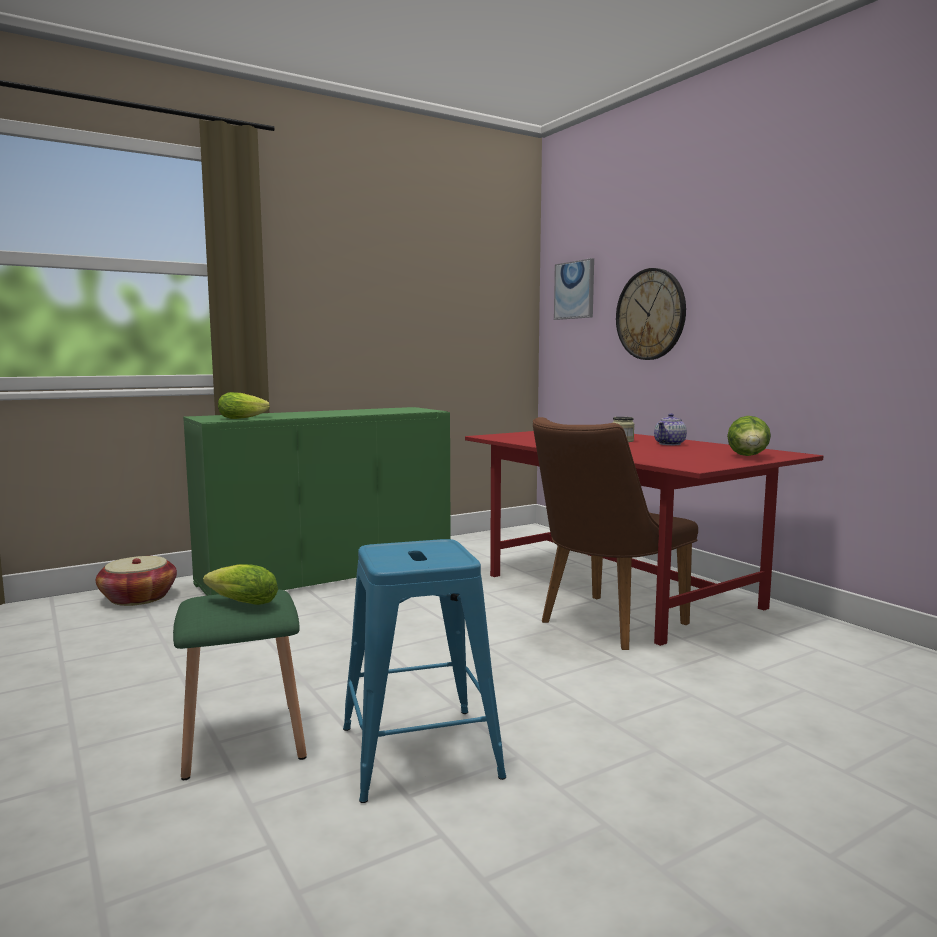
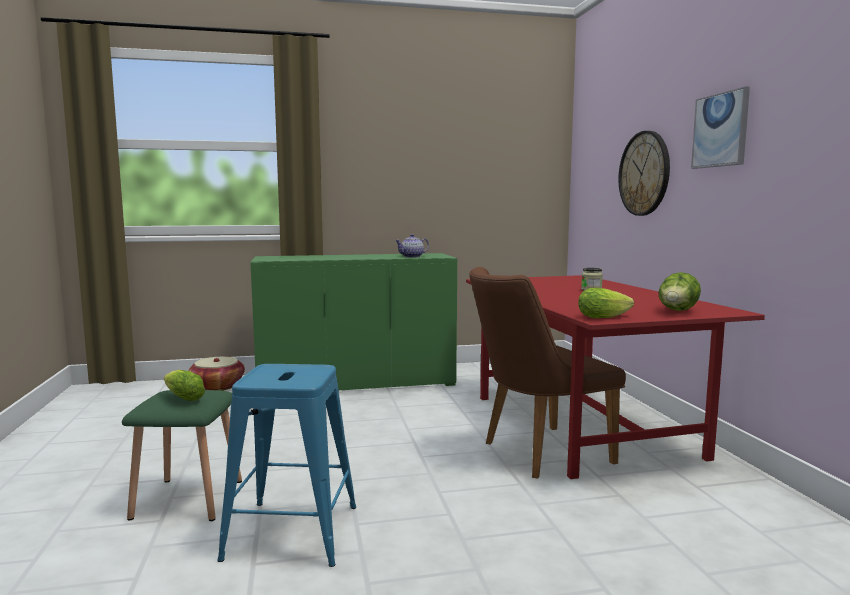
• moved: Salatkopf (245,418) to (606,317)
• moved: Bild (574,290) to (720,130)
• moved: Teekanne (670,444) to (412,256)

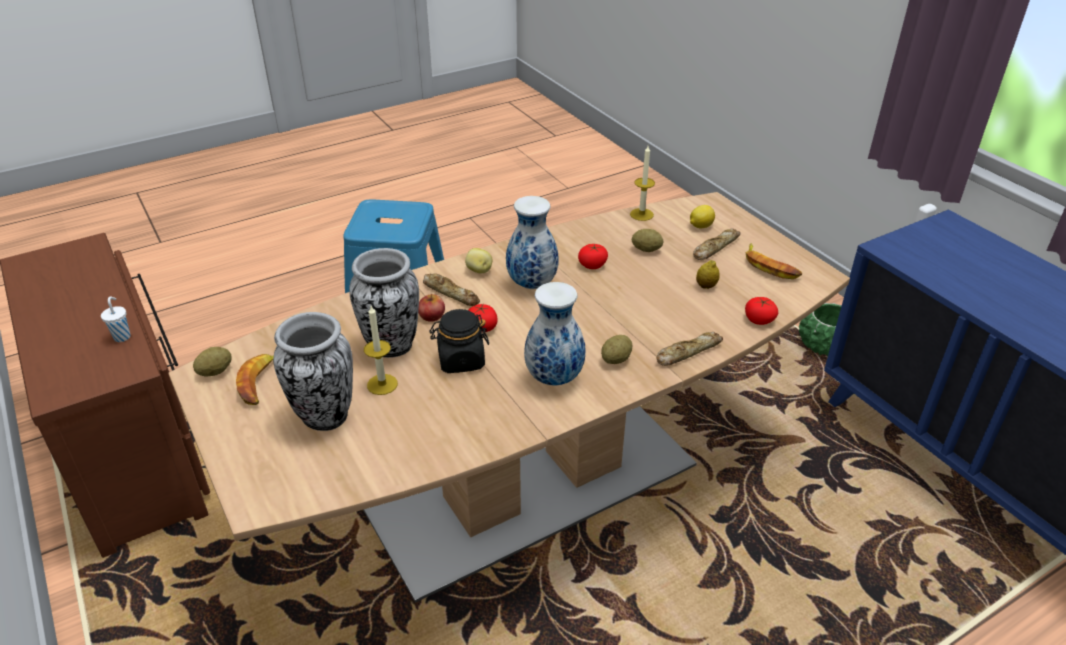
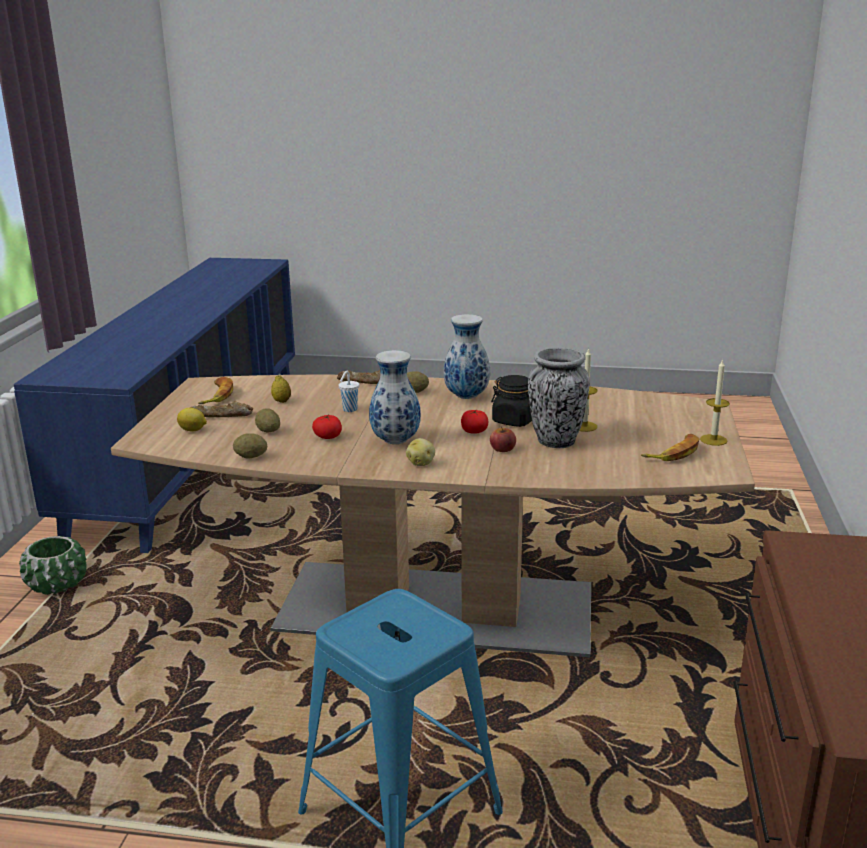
• moved: Tasse [weiß] (122,336) to (349,410)
• moved: Kartoffel (215,372) to (251,457)
• removed: Vase (324,417)
• removed: Brot (451,293)
• moved: Kerze (641,214) to (713,440)
• removed: Tomate (759,319)

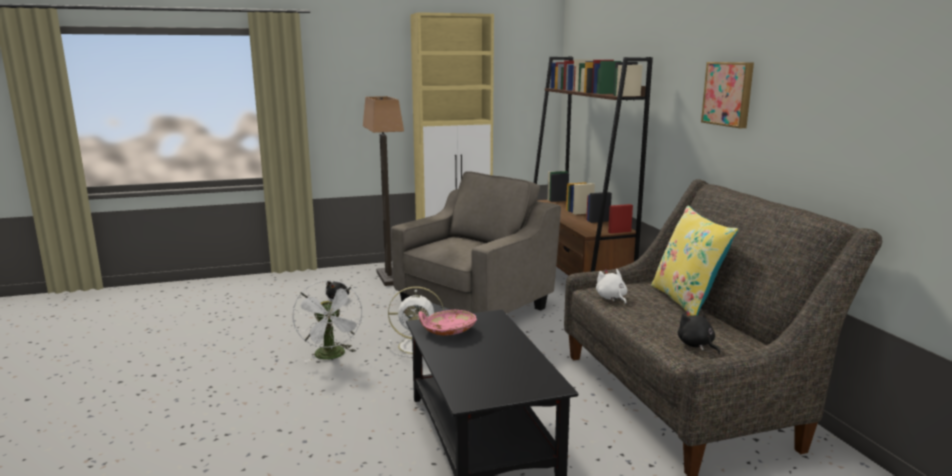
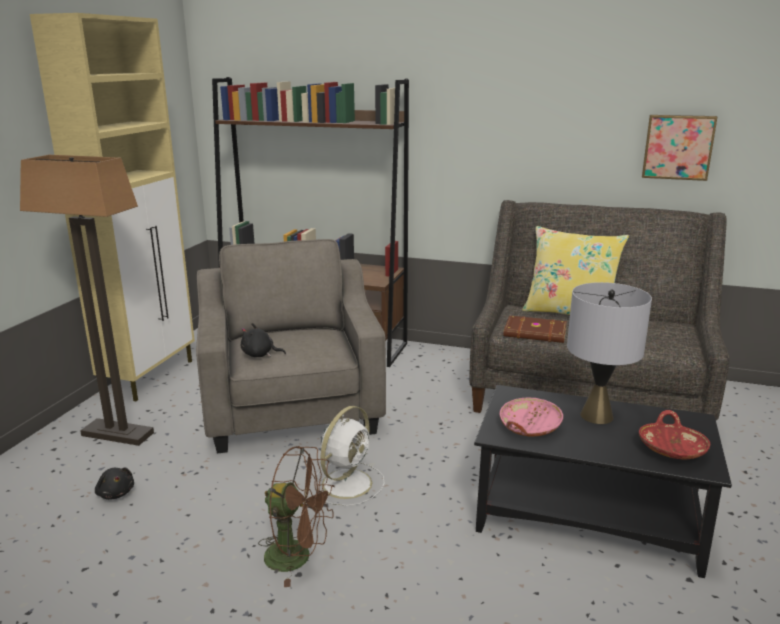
• recoloured: Ventilator [weiß] (332,356) to Ventilator [braun] (298,557)
• replaced: Plüschtier [weiß] (611,298) to Buch [braun] (535,333)
• moved: Plüschtier [schwarz] (696,345) to (260,355)
• moved: Bild (729,94) to (678,147)
• added: Tischlampe [grau] (596,416)
• added: Schüssel [rot] (671,449)

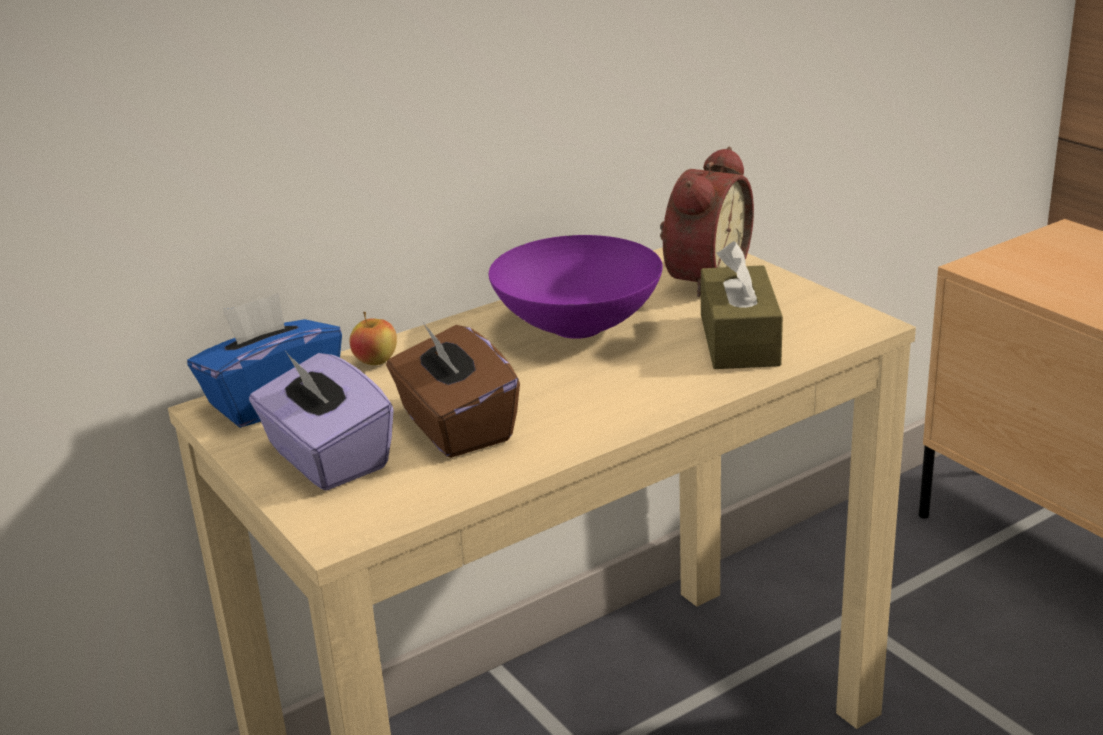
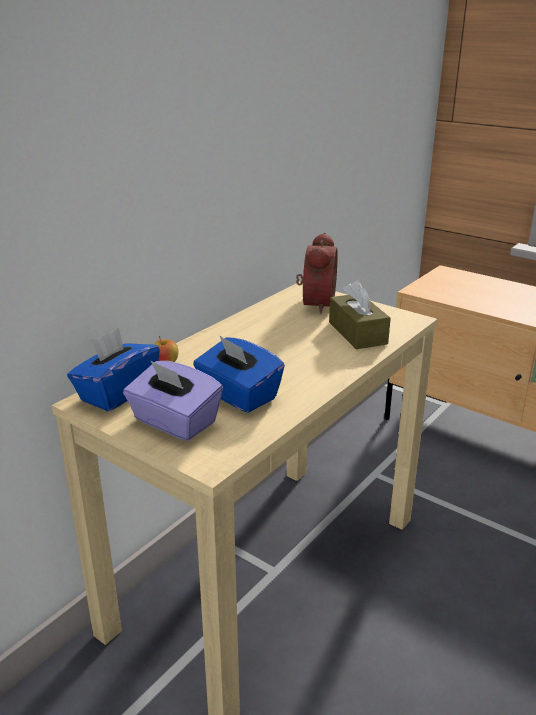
• recoloured: Taschentuchbox [braun] (455,427) to Taschentuchbox [blau] (238,395)
• removed: Schüssel [lila] (580,328)

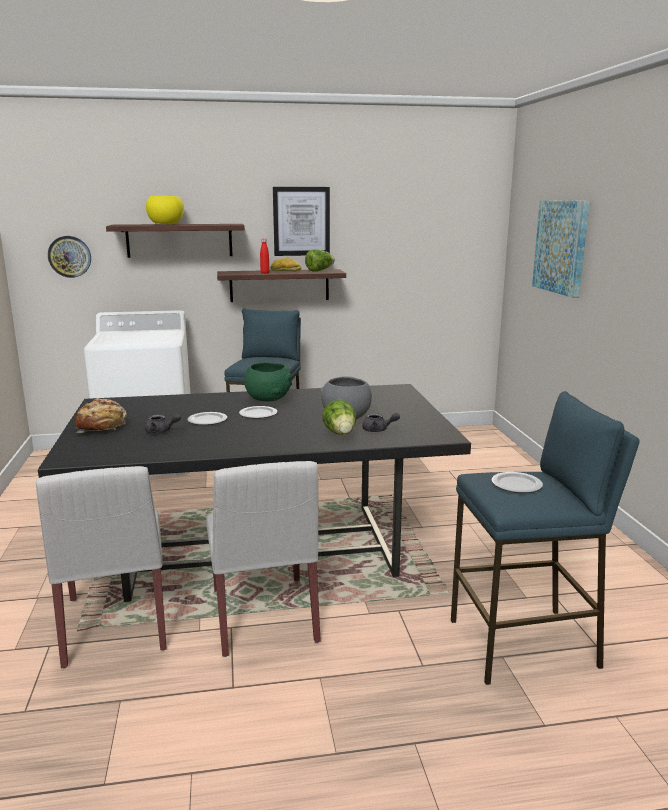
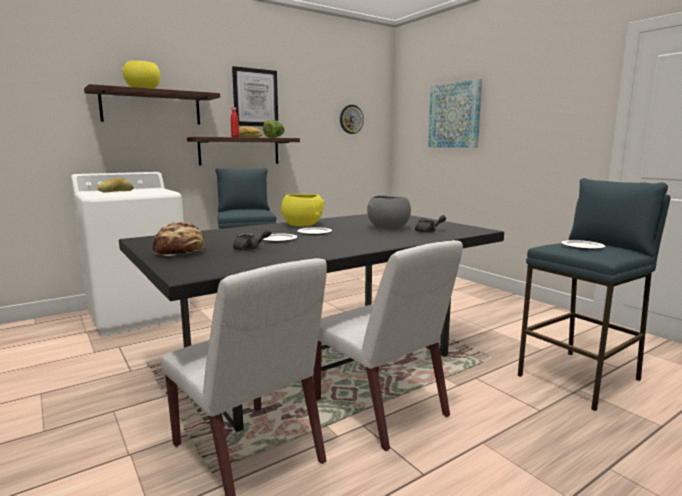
• moved: Wanduhr (69,256) to (351,119)
• recoloured: Schüssel [grün] (269,398) to Schüssel [gelb] (302,225)
• removed: Salatkopf (341,434)
• added: Brot (116,191)

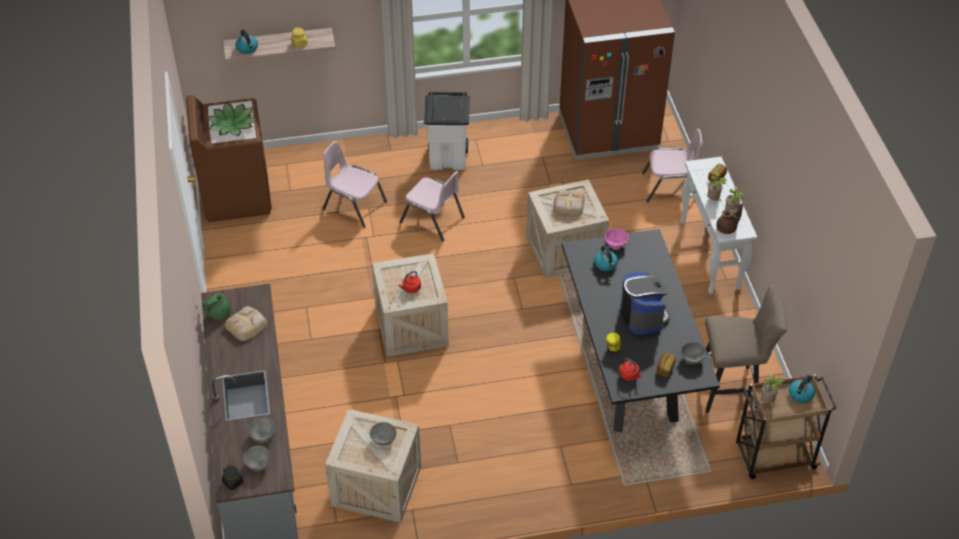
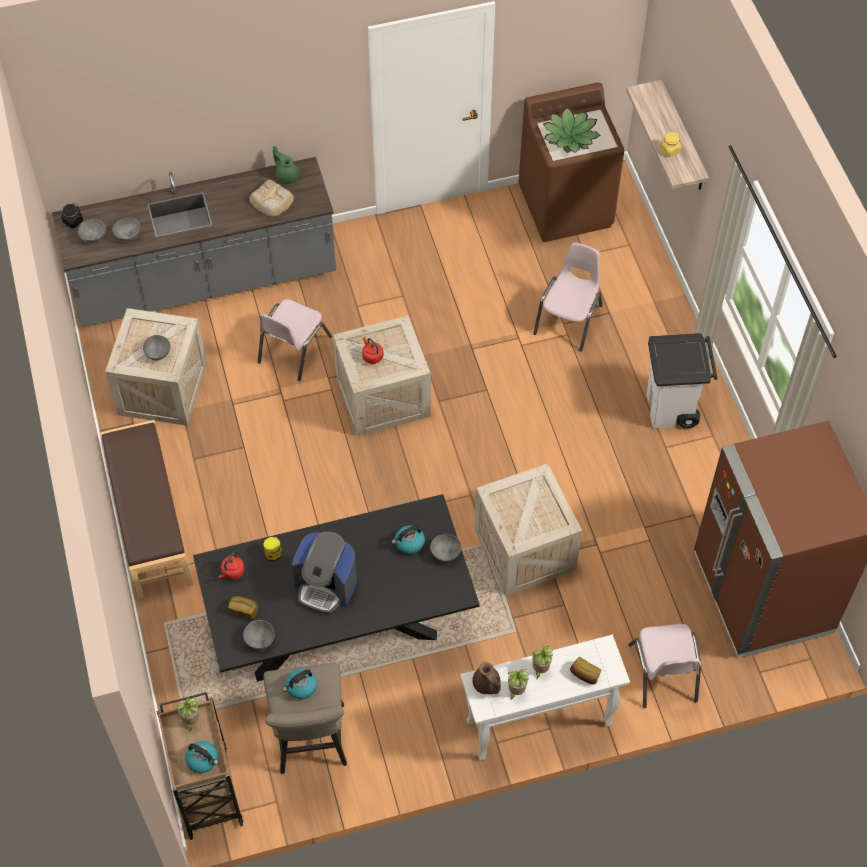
• moved: Wasserkessel (247,48) to (301,687)
• moved: Stuhl [rosa] (432,220) to (293,349)
• removed: Brot (568,205)
• recoloured: Schüssel [rosa] (615,244) to Schüssel [grau] (446,553)
• turned: Kaffeemaschine (643,316) = (326,586) 45 degrees clockwise
• added: Bank [braun] (149,523)

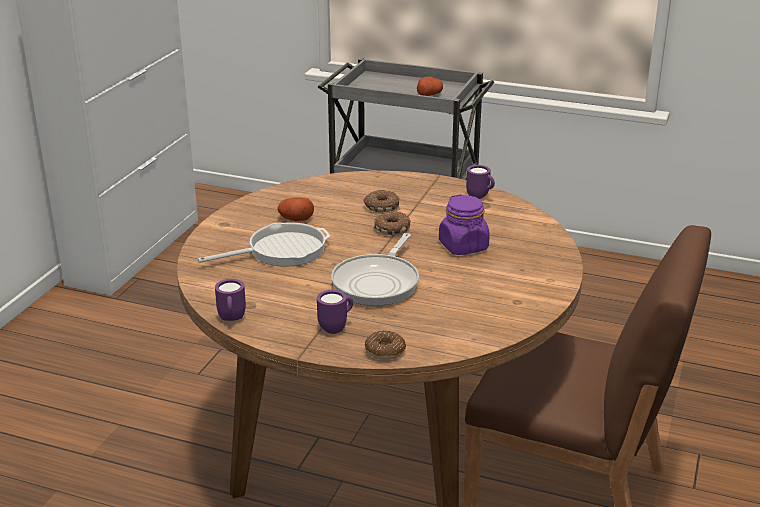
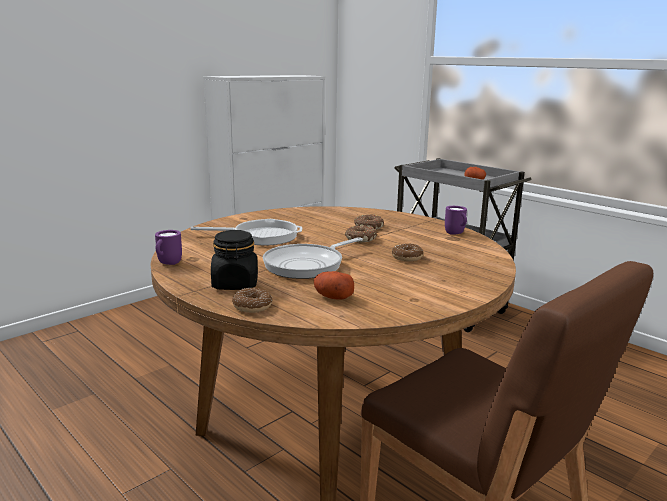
• moved: Kartoffel (295,219) to (332,296)
• replaced: Henkelbecher [lila] (336,328) to Vorratsglas [schwarz] (235,284)
• replaced: Vorratsglas [lila] (463,246) to Donut (407,257)

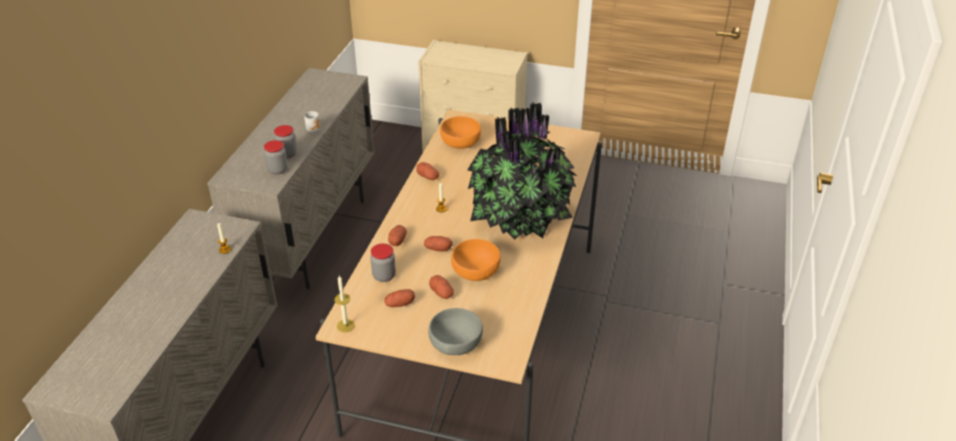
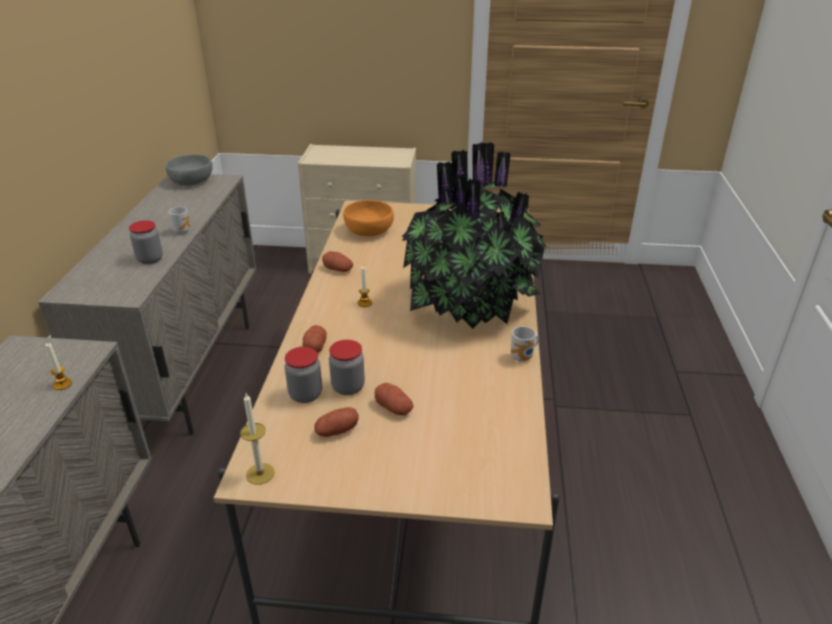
• moved: Vorratsglas (278,170) to (348,387)
• removed: Kartoffel (438,249)
• moved: Schüssel [grau] (456,343) to (192,181)
• removed: Schüssel [orange] (476,270)
• added: Henkelbecher (523,358)

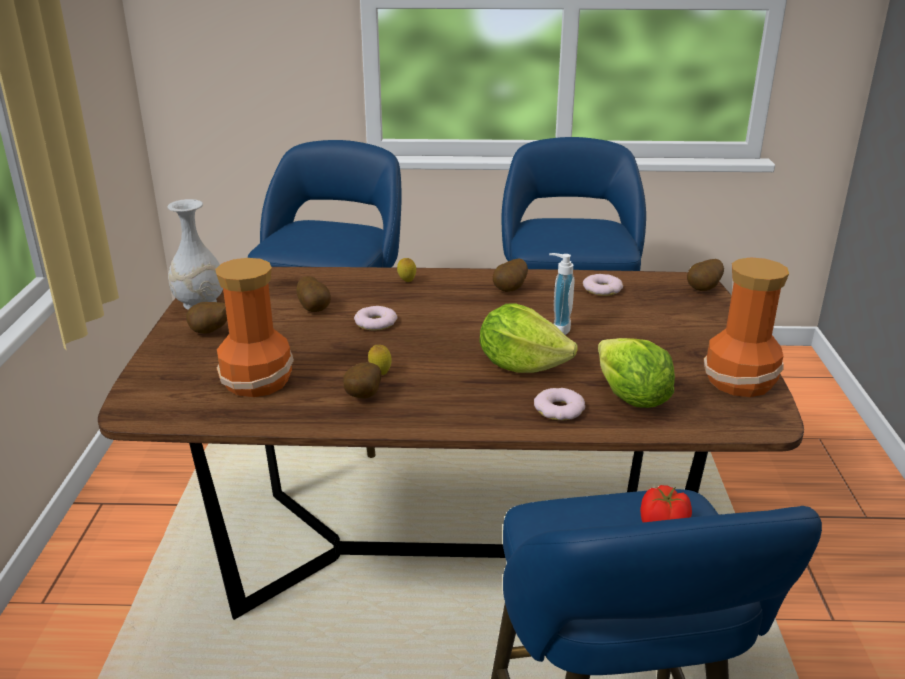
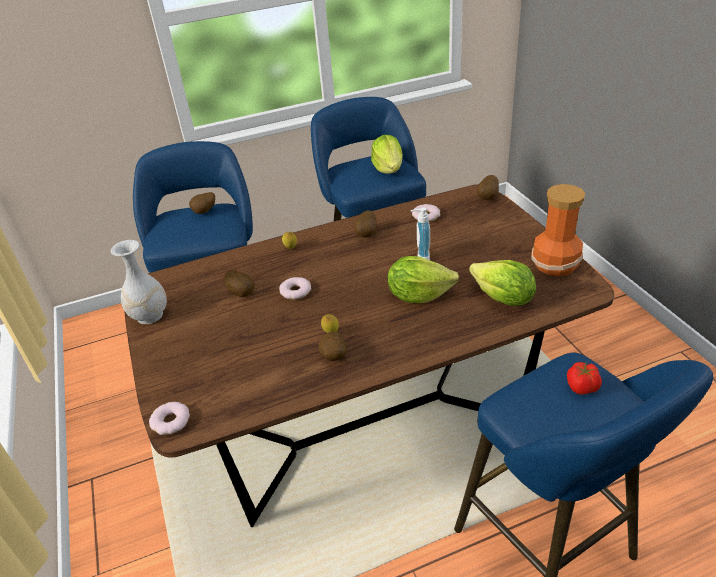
• moved: Kartoffel (210,333) to (205,212)
• removed: Vase (259,381)
• moved: Donut (559,409) to (171,421)
• added: Salatkopf (388,169)

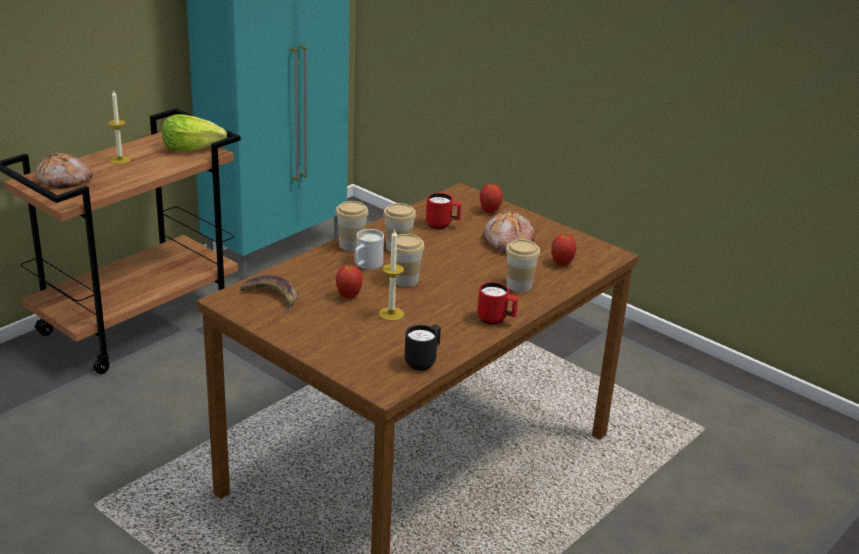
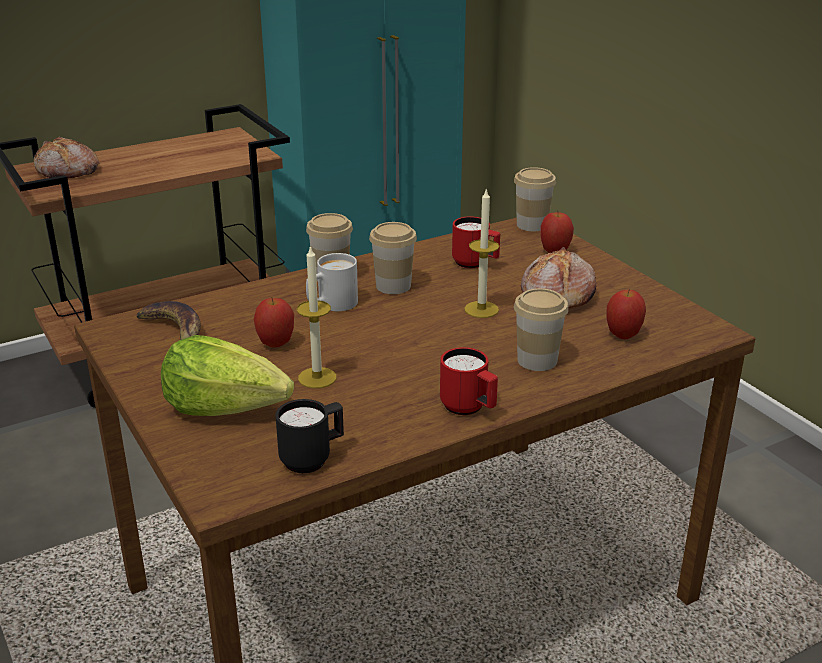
• moved: Kerze (120,160) to (481,309)
• moved: Salatkopf (192,148) to (226,407)
• moved: Tasse (405,280) to (532,225)

